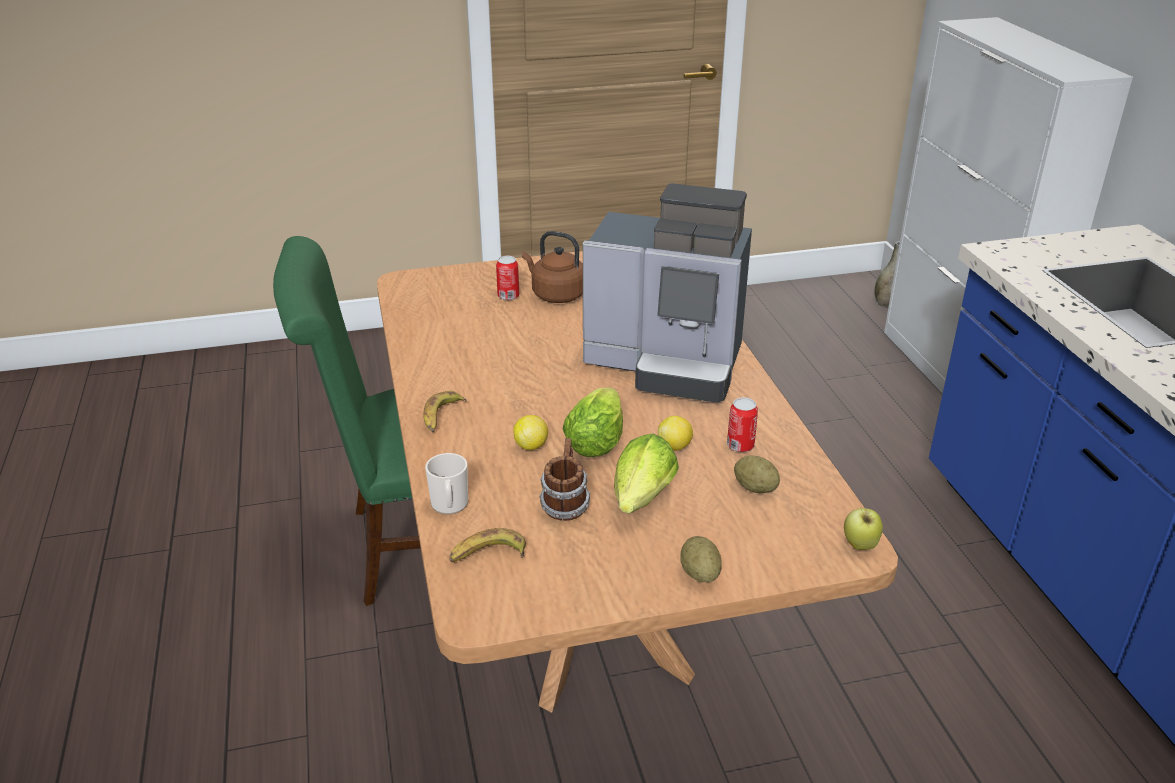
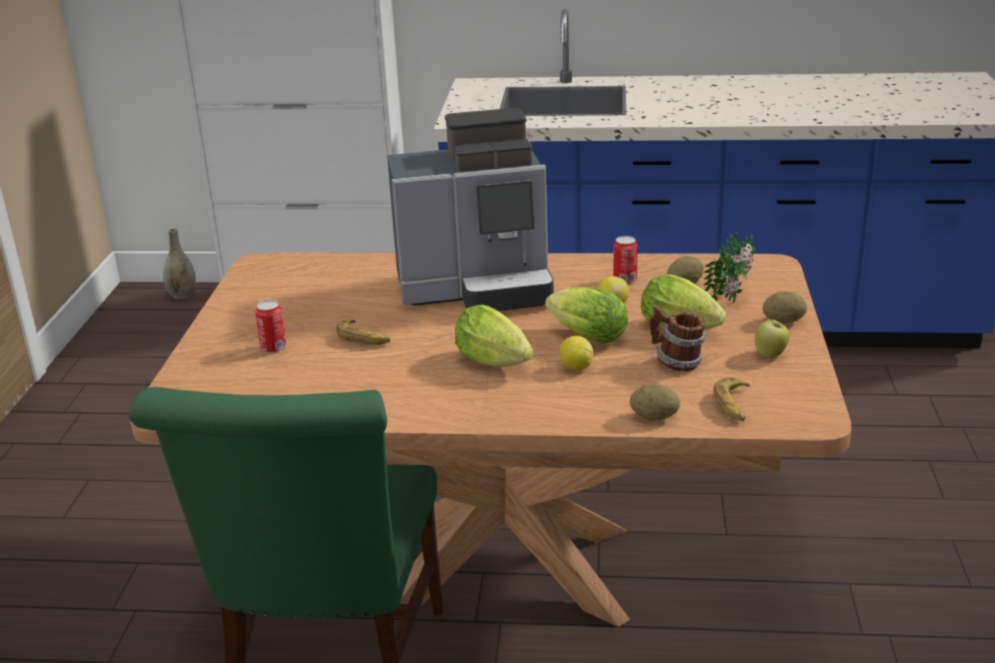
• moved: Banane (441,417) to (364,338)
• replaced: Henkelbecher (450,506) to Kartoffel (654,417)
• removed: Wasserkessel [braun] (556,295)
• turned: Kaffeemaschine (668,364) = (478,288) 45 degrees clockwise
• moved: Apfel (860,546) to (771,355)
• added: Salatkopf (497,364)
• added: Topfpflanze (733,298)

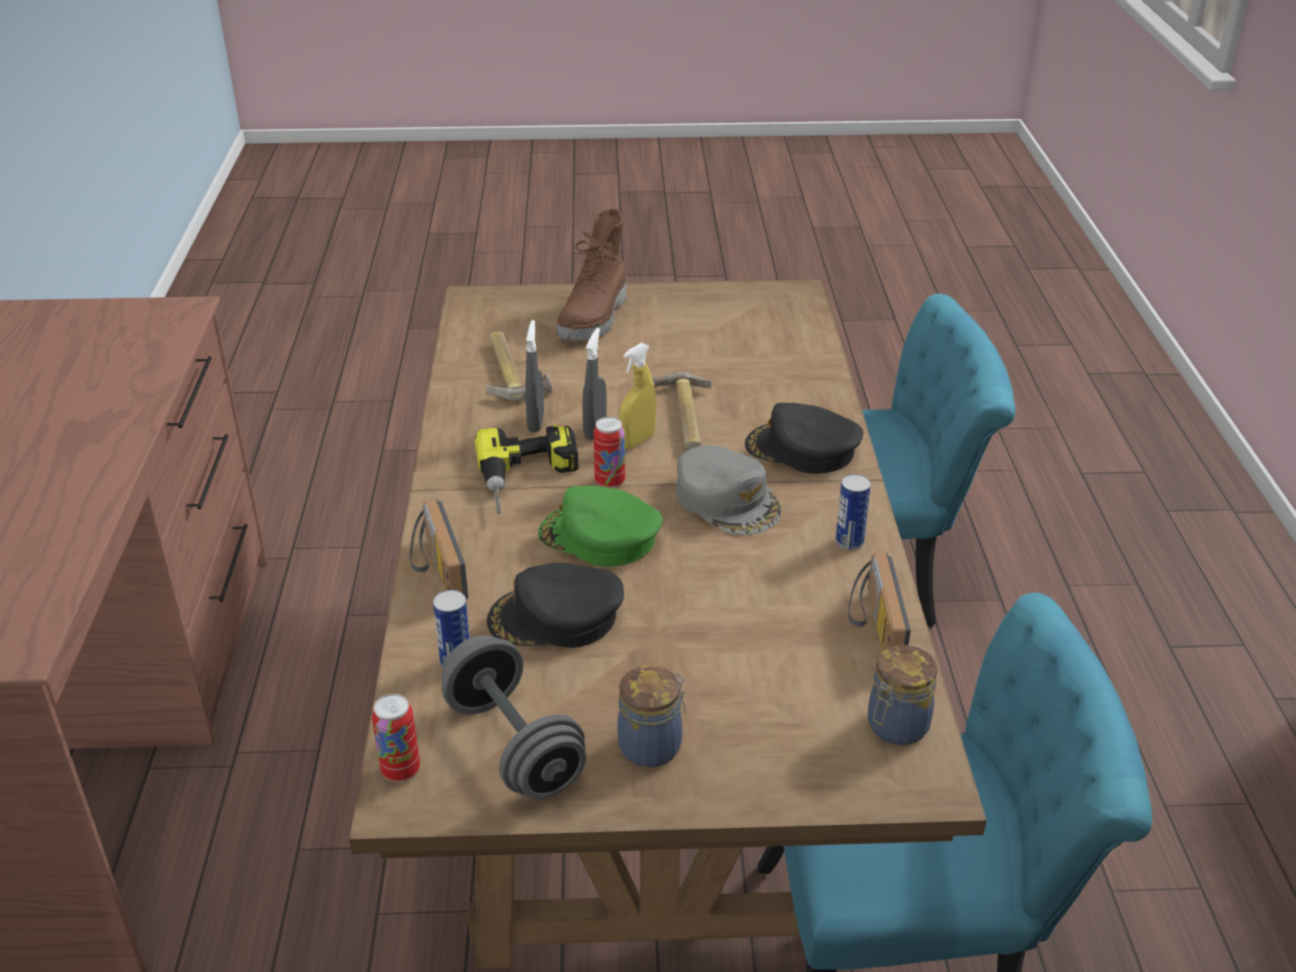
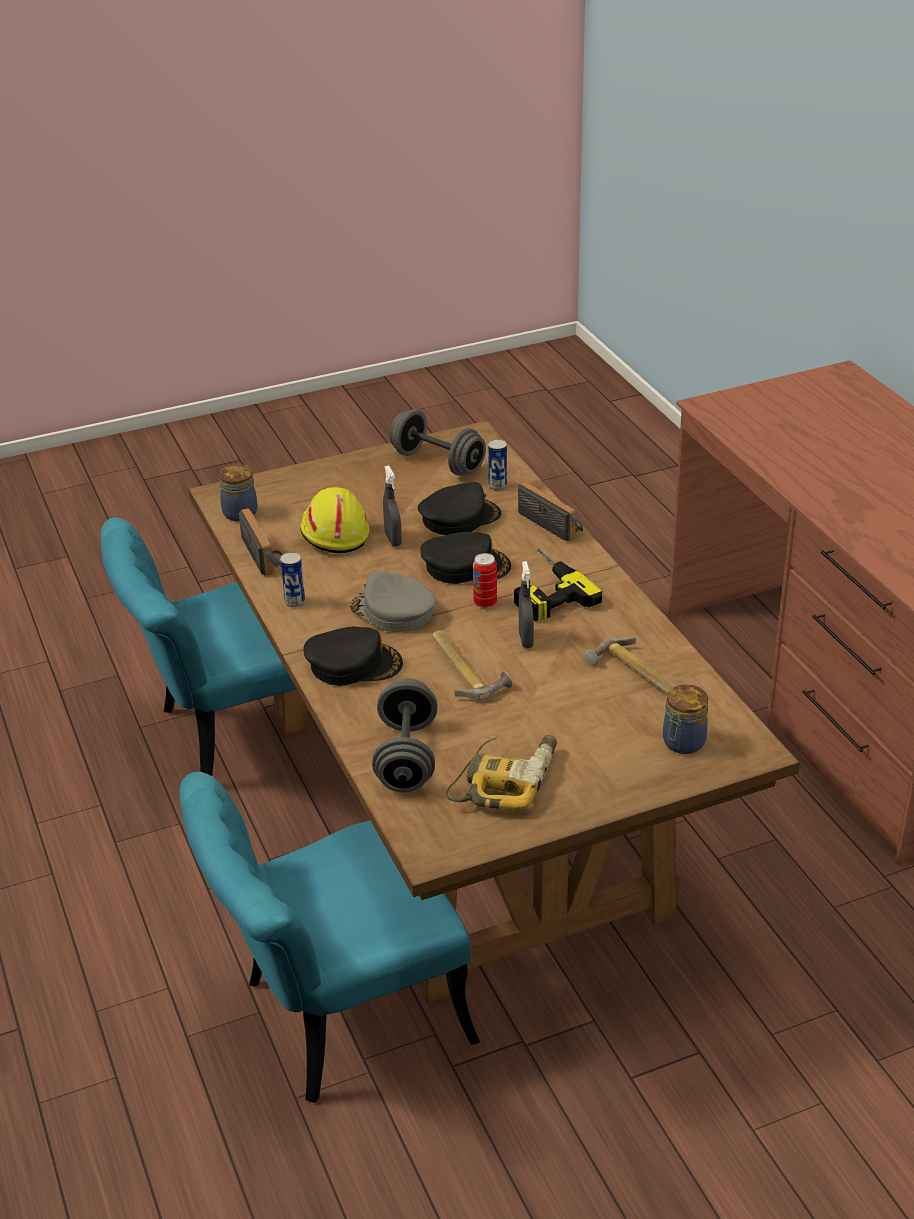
• removed: Dose (400,770)
• moved: Sprühflasche [grau] (536,422) to (393,540)
• recoloured: Kappe [grün] (599,537) to Kappe [schwarz] (465,566)
• removed: Stiefel [braun] (595,318)
• moved: Vorratsglas (652,746) to (682,743)
• removed: Sprühflasche [gelb] (637,441)
• added: Schutzhelm [gelb] (333,533)
• added: Hantel [grau] (406,757)
• added: Bohrmaschine (505,779)

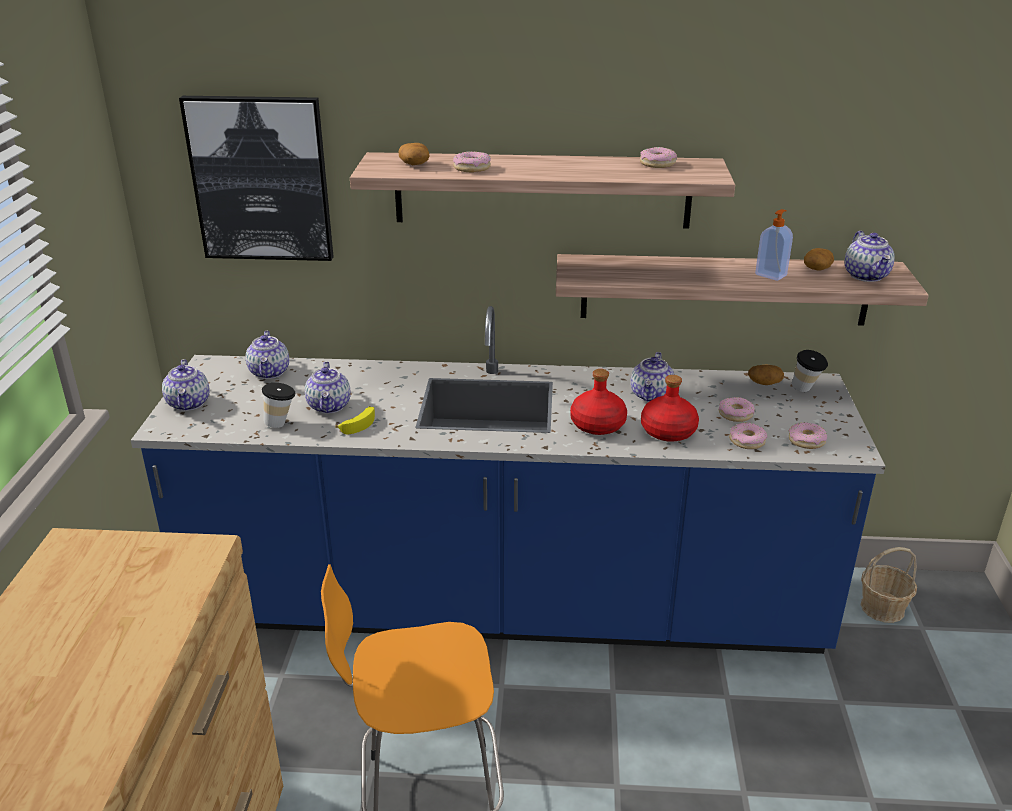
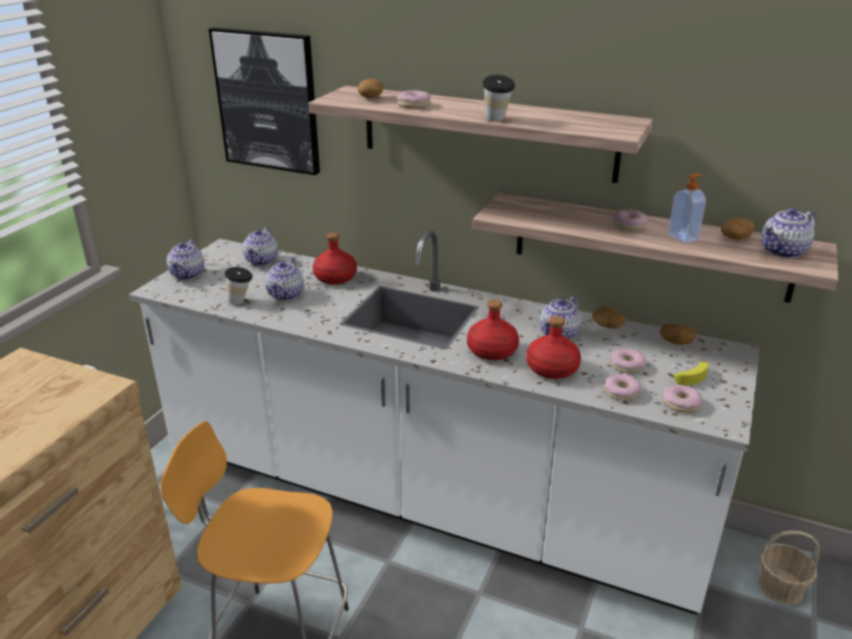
• recoloured: Küchenzeile [blau] (506,608) to Küchenzeile [weiß] (425,496)
• moved: Banane (359,424) to (691,376)
• moved: Donut (657,164) to (628,225)
• moved: Tasse (806,390) to (496,120)
• turned: Teekanne (867,276) = (783,252) 45 degrees clockwise
• added: Flasche [rot] (336,278)
• added: Kartoffel (608,326)

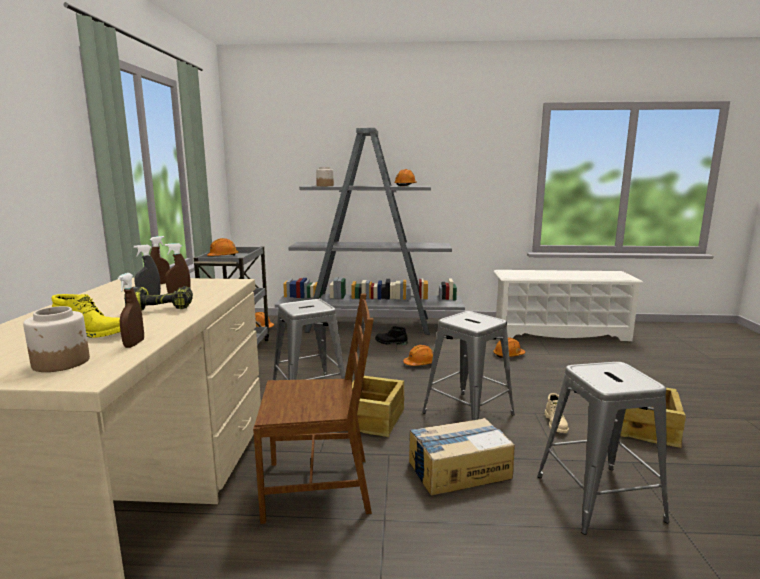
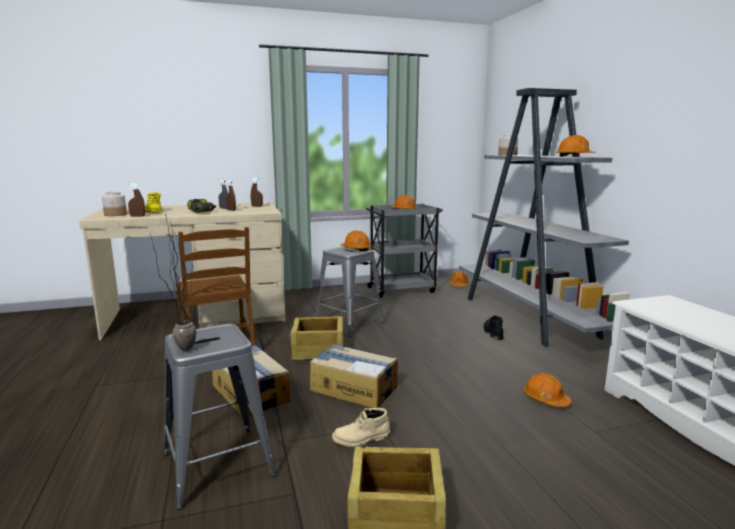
• moved: Schutzhelm [orange] (419,363) to (356,249)
• replaced: Hocker [grau] (468,414) to Karton (354,388)
• added: Topfpflanze (181,347)

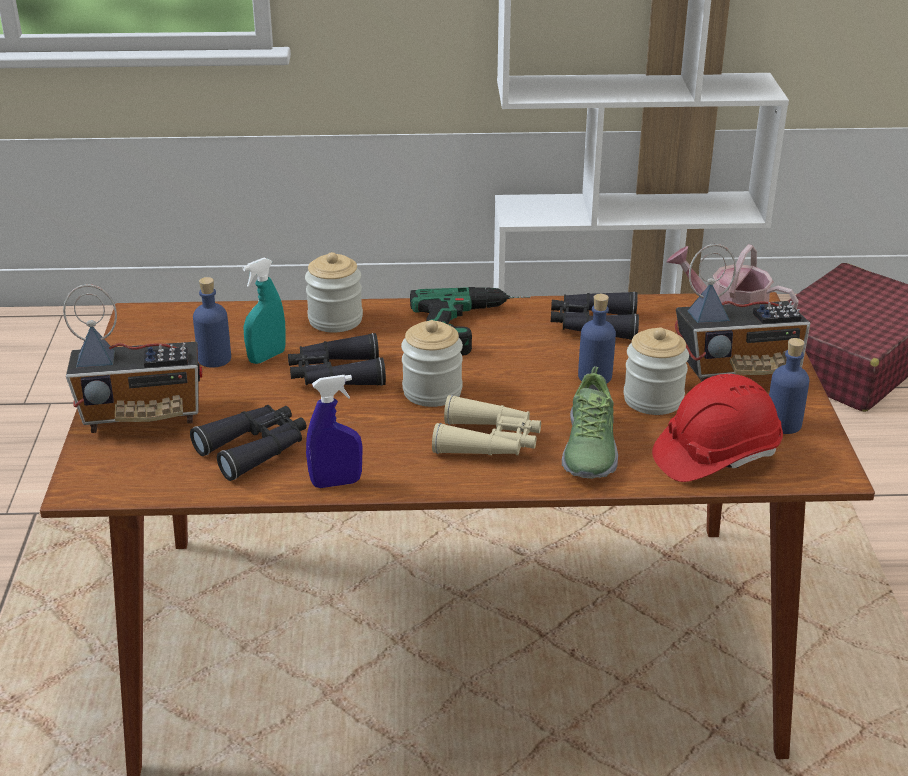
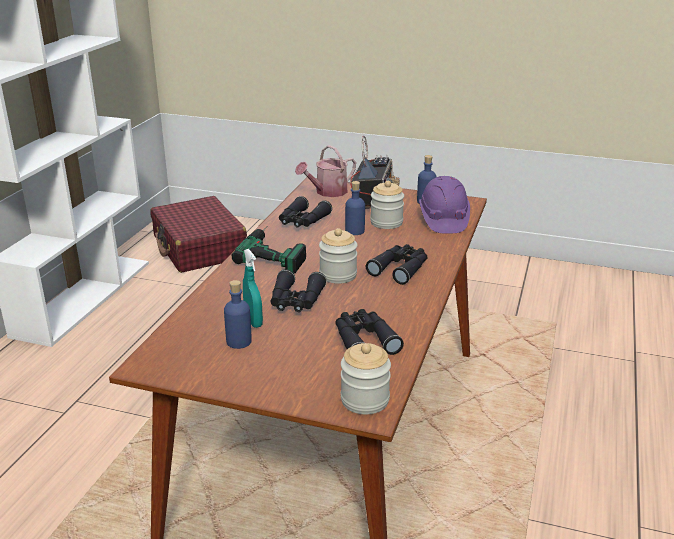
• removed: Radio (143,416)
• moved: Vorratsglas (335,320) to (365,400)
• removed: Sprühflasche [blau] (336,483)
• recoloured: Fernglas [beige] (489,442) to Fernglas [schwarz] (400,269)
• removed: Schuh (588,449)
• recoloured: Schutzhelm [rot] (715,455) to Schutzhelm [lila] (443,220)

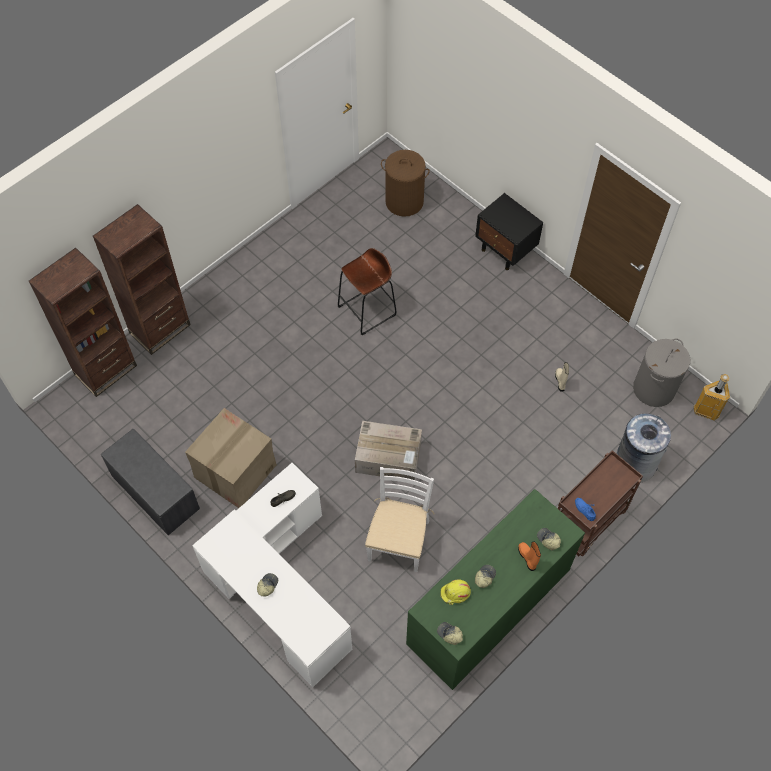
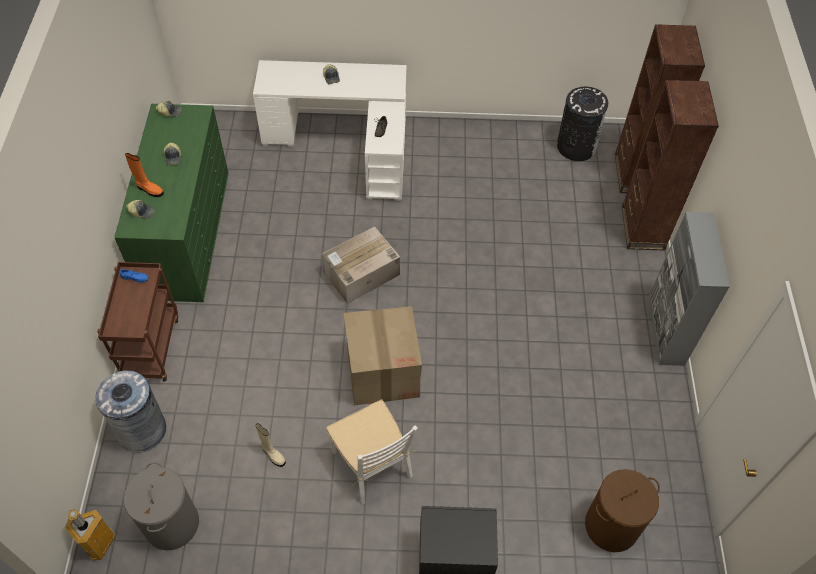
• removed: Bank [grau] (154,492)
• moved: Karton (235,471) to (382,371)
• removed: Hocker [braun] (367,311)
• moved: Stuhl [weiß] (398,540) to (372,464)
• removed: Schutzhelm [gelb] (455,593)
• added: Mülleimer [schwarz] (576,147)
• added: Schrank [grau] (666,330)

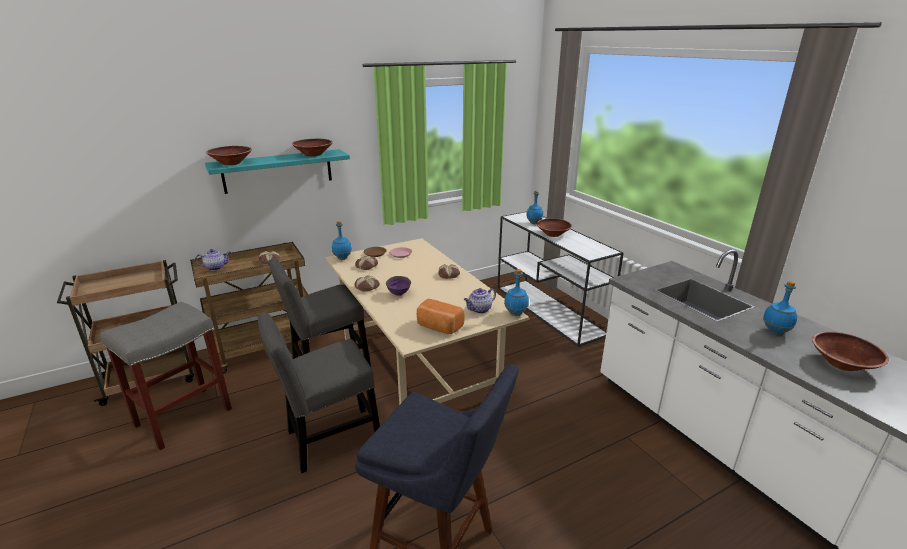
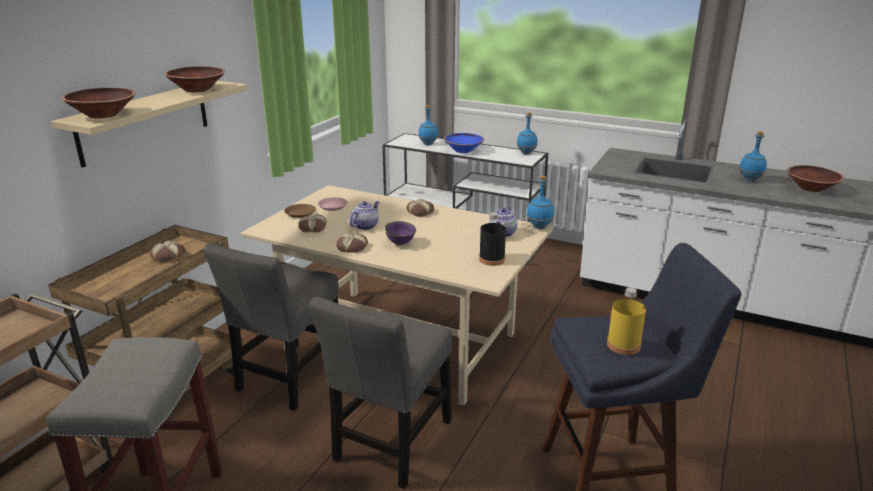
• moved: Teekanne (216,267) to (365,226)
• recoloured: Wandregal [türkis] (278,171) to Wandregal [beige] (145,121)
• moved: Flasche [blau] (342,258) to (526,153)
• replaced: Brot (438,327) to Flasche [schwarz] (492,259)
• recoloured: Schüssel [braun] (553,234) to Schüssel [blau] (463,150)
• added: Flasche [gelb] (623,345)

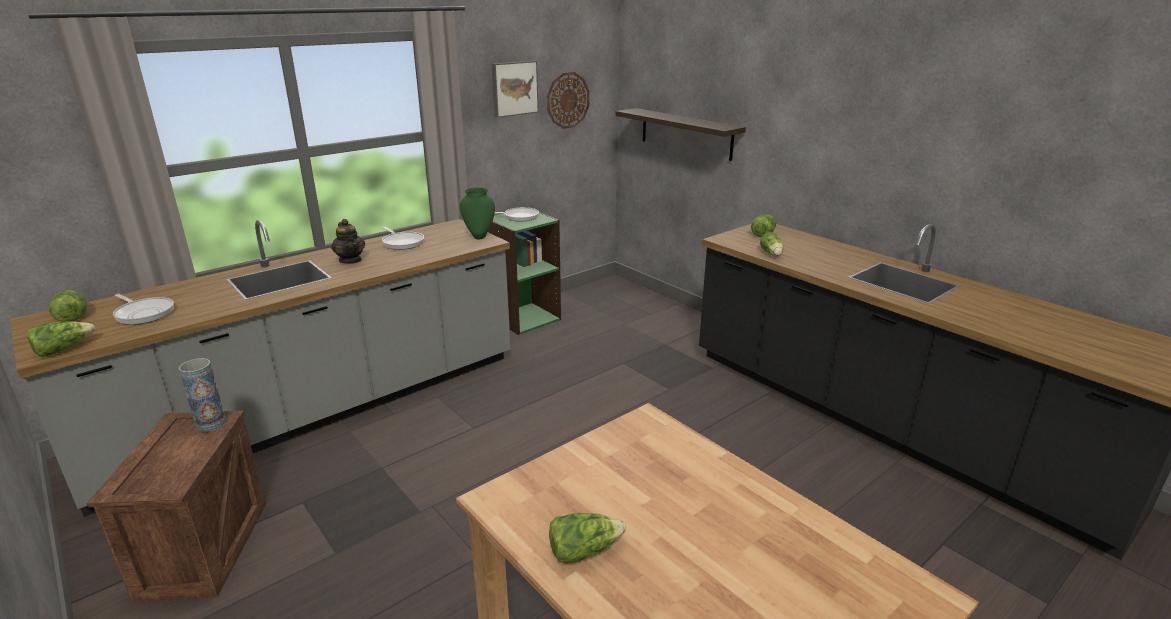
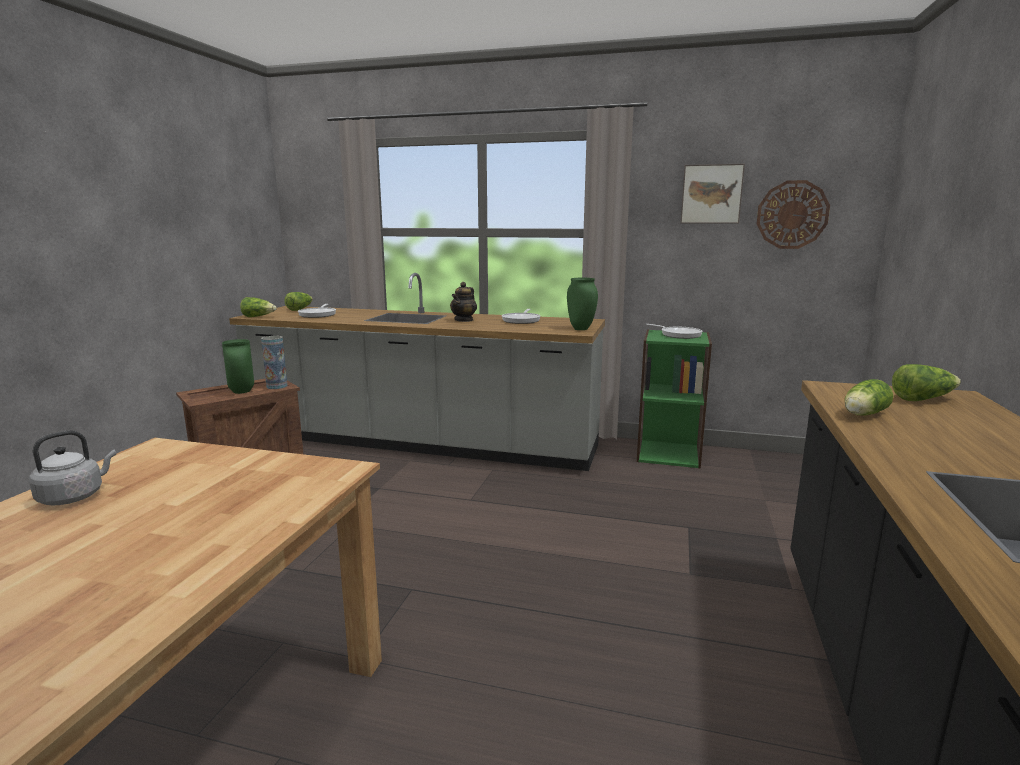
• replaced: Salatkopf (583,551) to Wasserkessel [grau] (74,497)
• removed: Wandregal (686,133)
• added: Vase [grün] (241,392)

